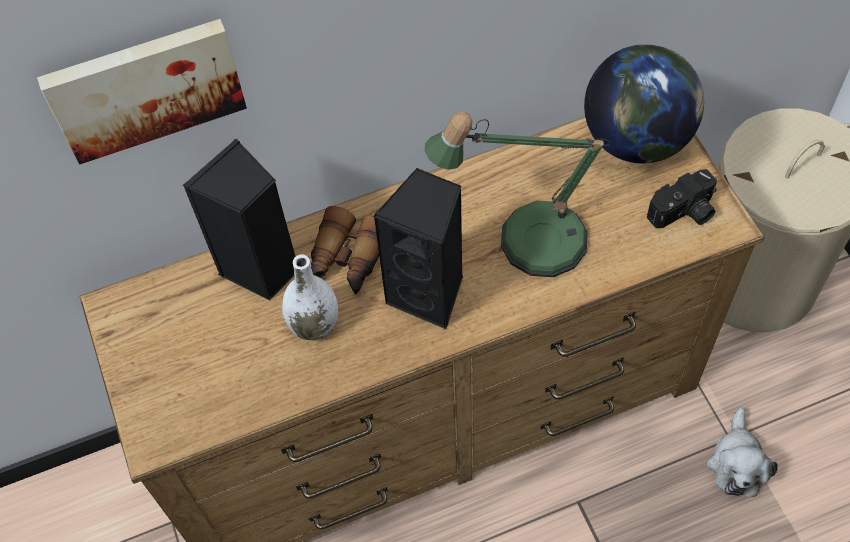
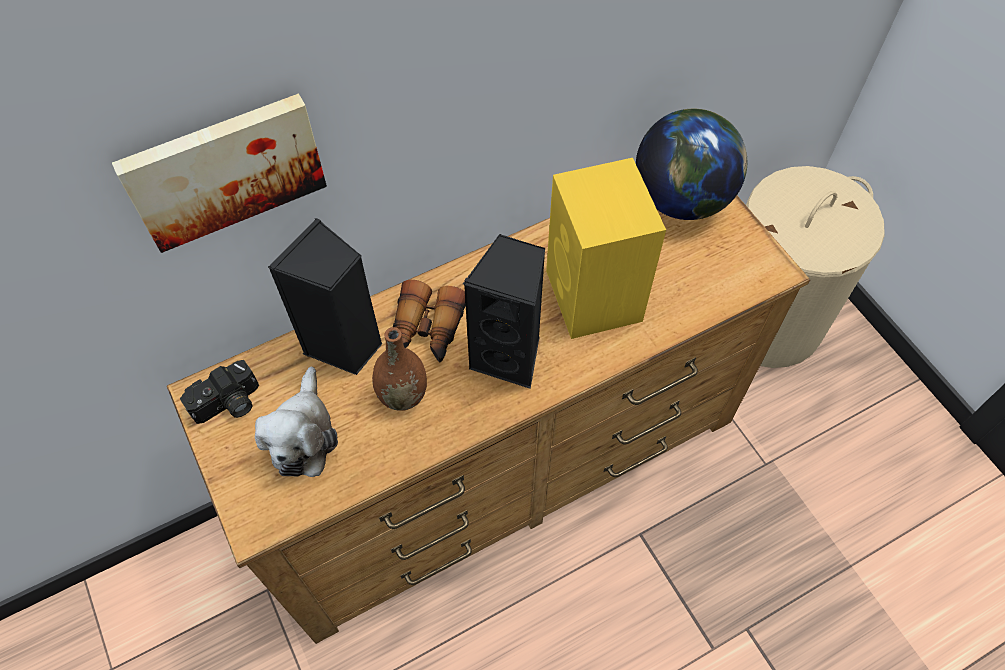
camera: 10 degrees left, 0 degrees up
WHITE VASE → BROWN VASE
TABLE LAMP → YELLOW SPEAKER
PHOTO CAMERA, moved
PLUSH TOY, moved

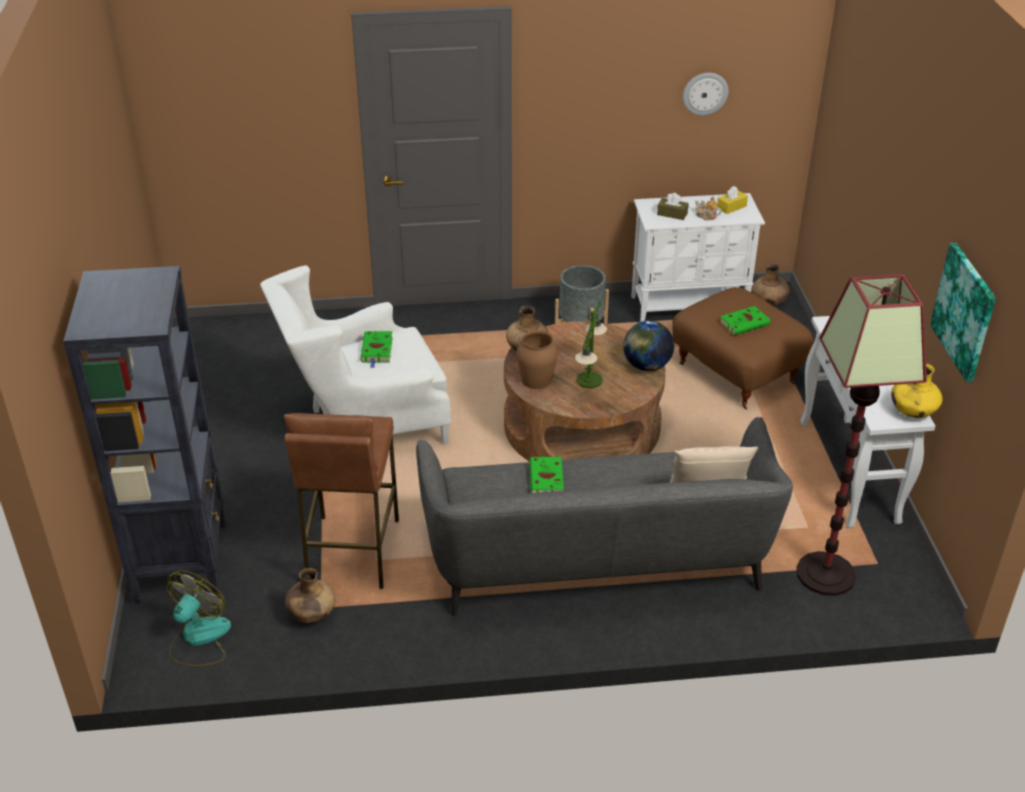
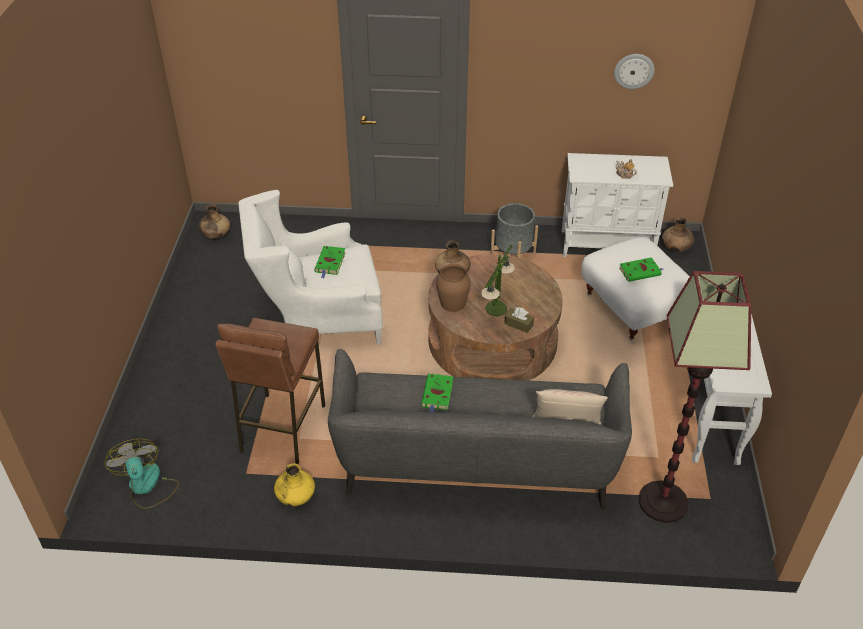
camera: 10 degrees right, 5 degrees up
BLACK BOOKCASE → -
FAN, 60 degrees counterclockwise
BROWN VASE (1st from left), moved
GLOBE → -
BROWN TISSUE BOX, moved
BROWN OTTOMAN → WHITE OTTOMAN
YELLOW TISSUE BOX → -
YELLOW VASE, moved
PICTURE → -

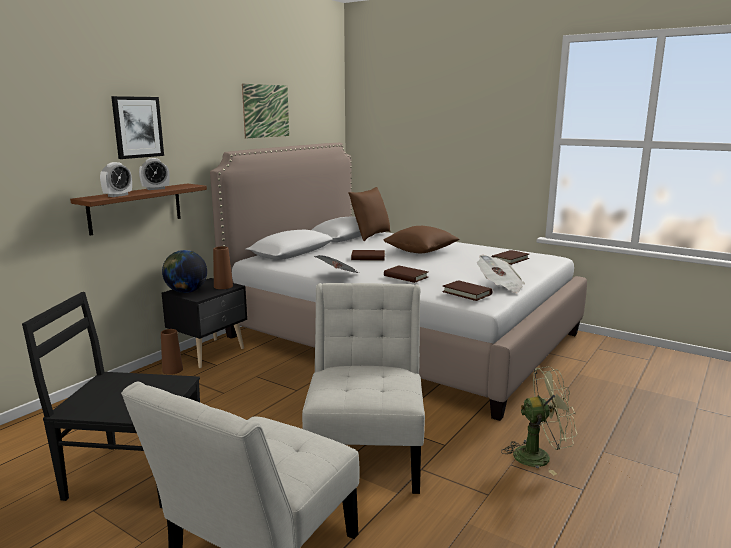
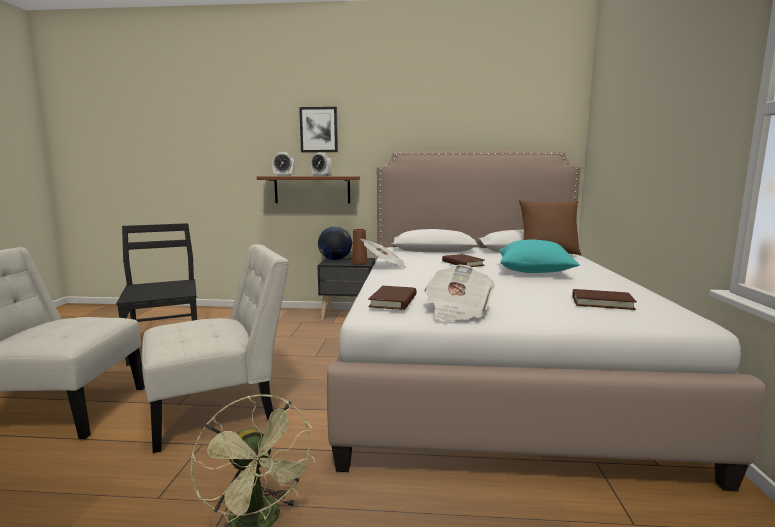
camera: 60 degrees right, 5 degrees down
BROWN VASE (1st from left) → -
PICTURE (2nd from left) → -
BROWN PILLOW (2nd from left) → TURQUOISE PILLOW
BROWN BOOK (2nd from left) → -

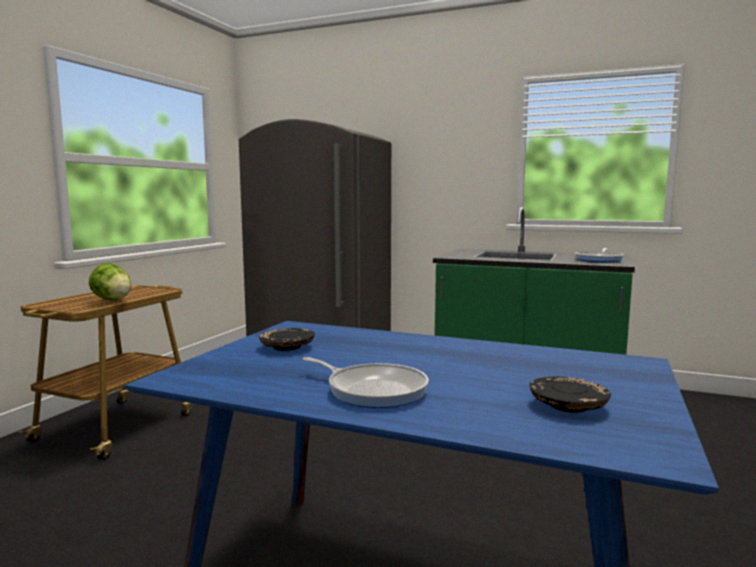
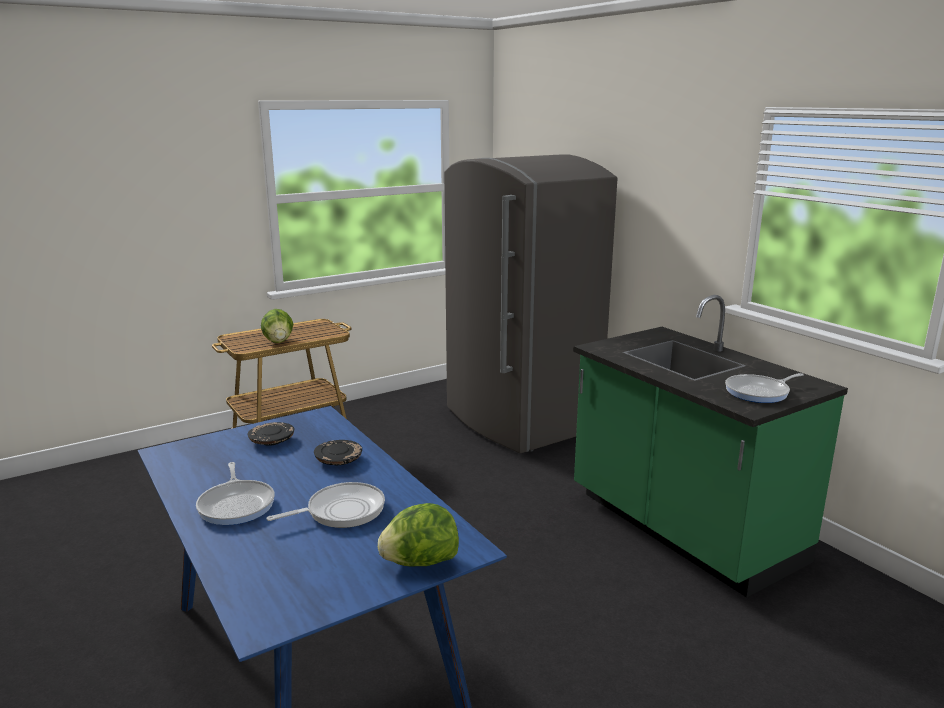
camera: 35 degrees right, 10 degrees up
BLACK PLATE (2nd from left), moved
- → FRYING PAN (2nd from left)
- → LETTUCE (2nd from left)

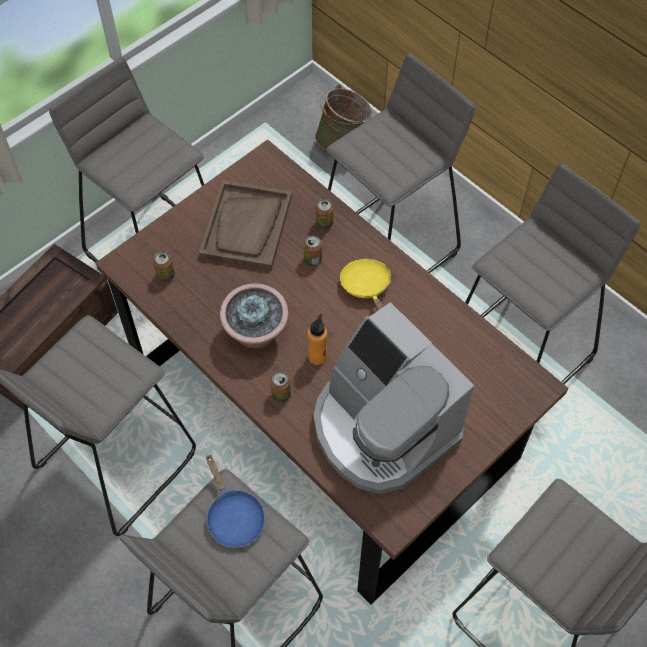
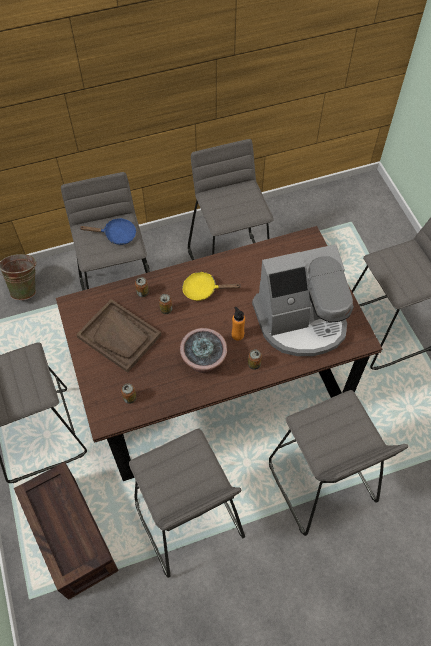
camera: 65 degrees left, 0 degrees up
BLUE FRYING PAN, moved

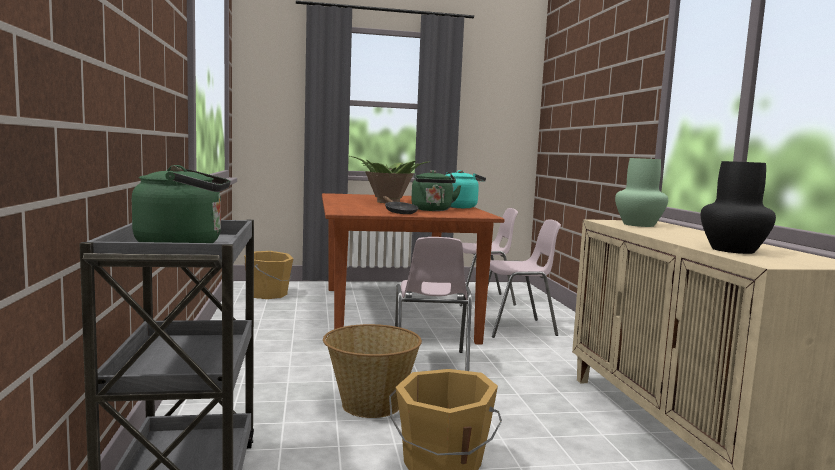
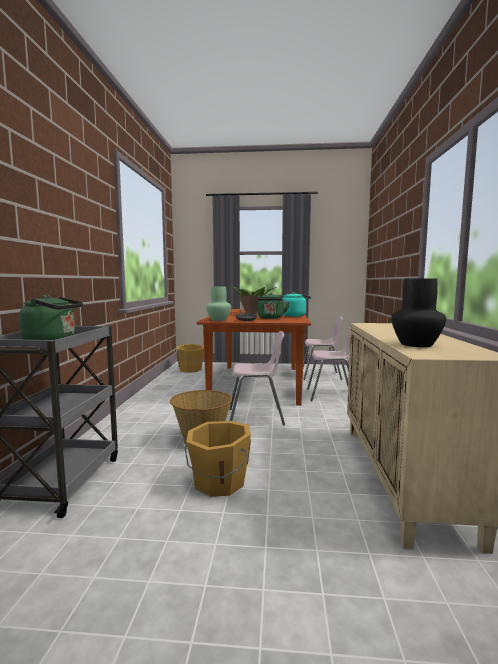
camera: 15 degrees right, 0 degrees up
PINK CHAIR (1st from left), 105 degrees counterclockwise
GREEN VASE, moved

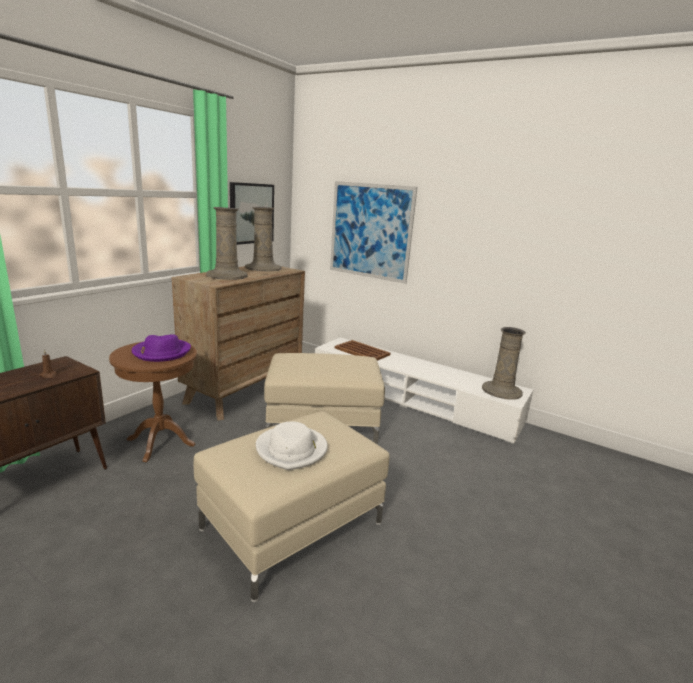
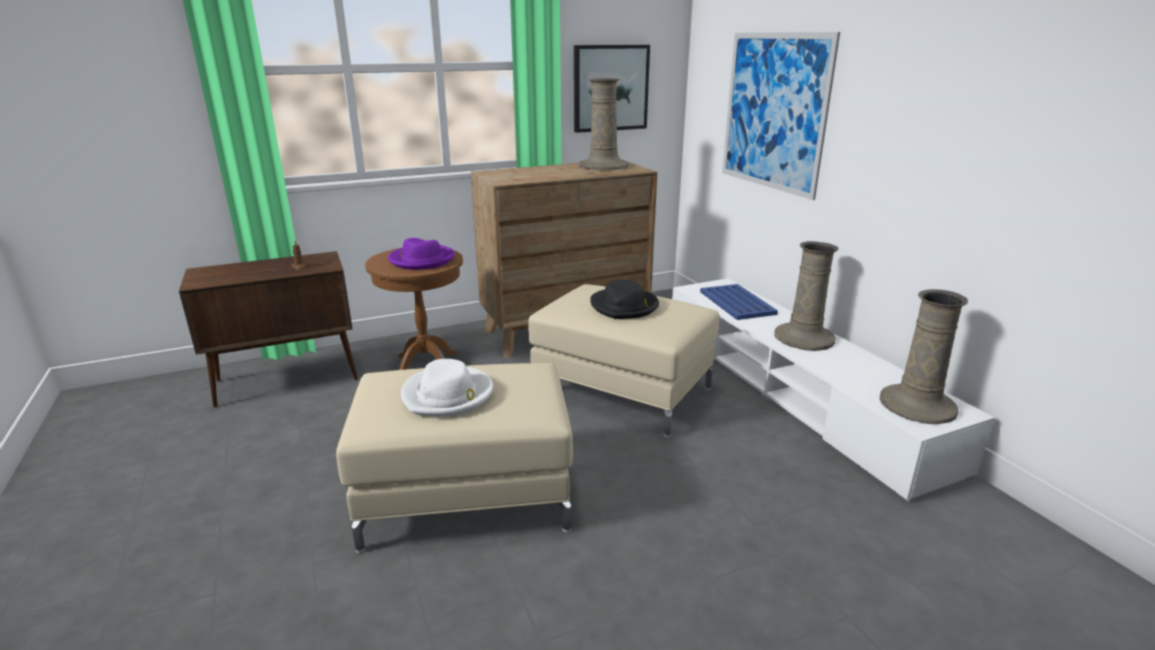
camera: 35 degrees right, 5 degrees up
BEIGE VASE (1st from left in the first image) → BEIGE VASE (2nd from left), moved
BROWN TRAY → BLUE TRAY
- → BLACK HAT

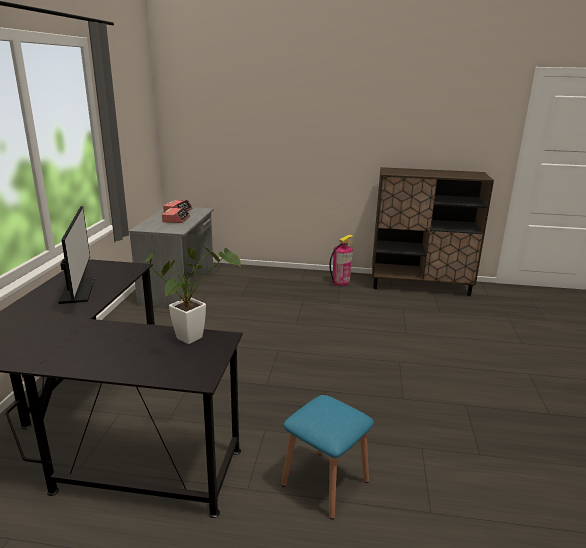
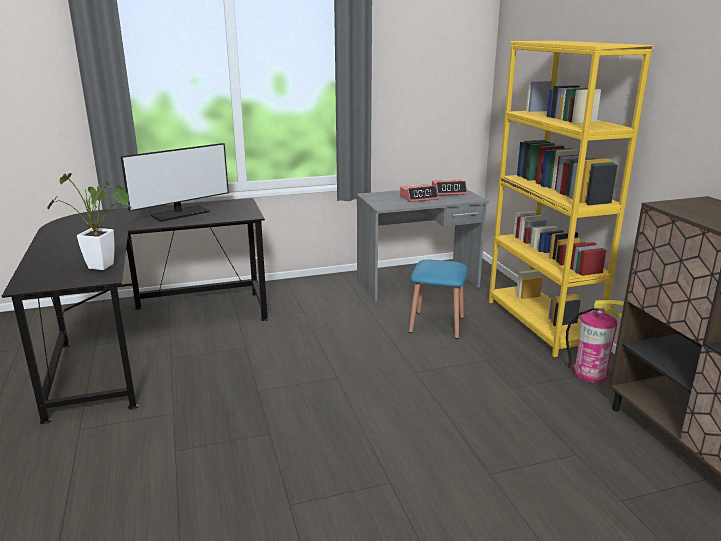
camera: 65 degrees right, 0 degrees up
BLUE STOOL, moved
- → YELLOW BOOKCASE

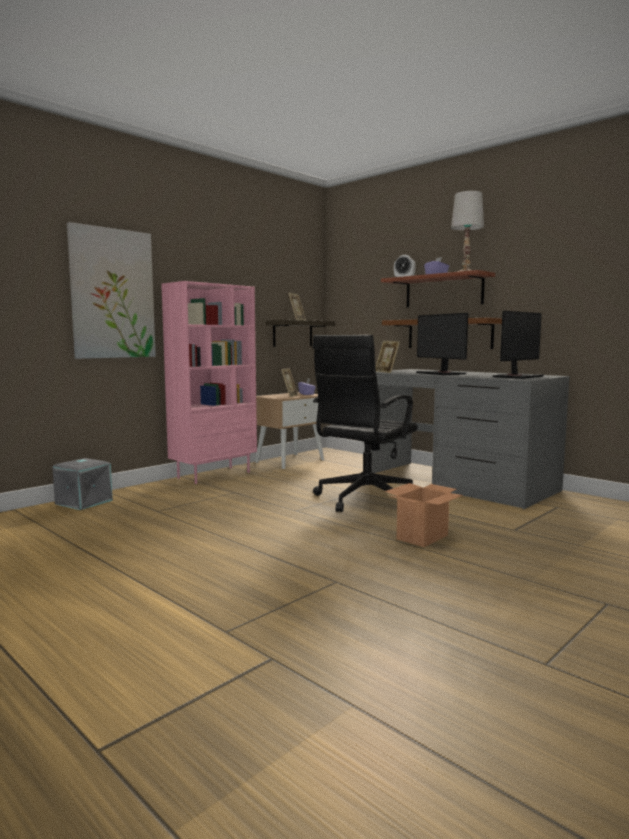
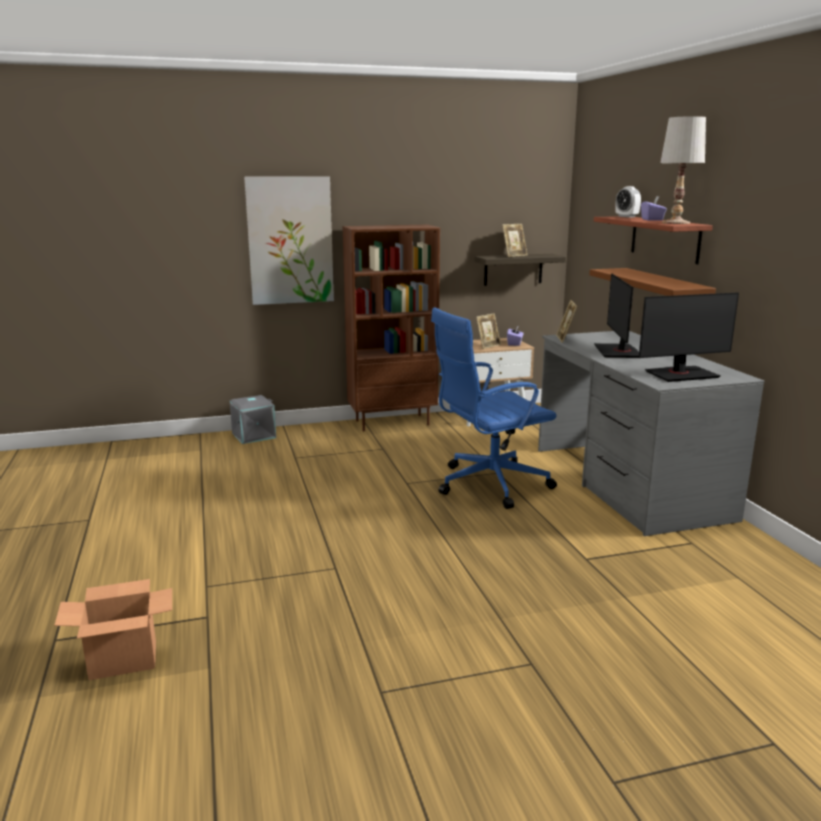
camera: 30 degrees right, 10 degrees up
PINK BOOKCASE → BROWN BOOKCASE
BLACK OFFICE CHAIR → BLUE OFFICE CHAIR
CARDBOARD BOX, moved

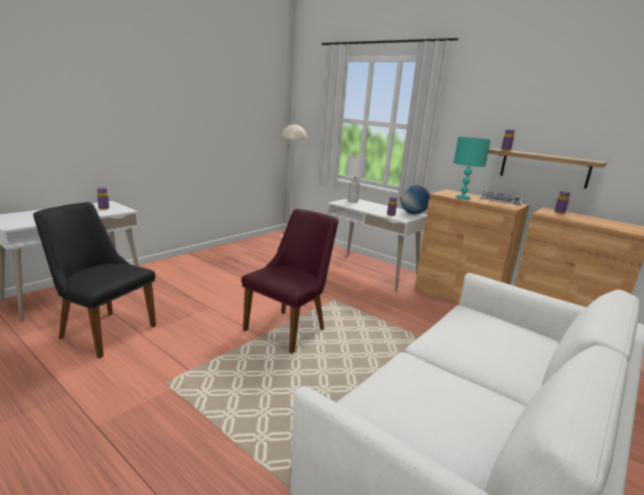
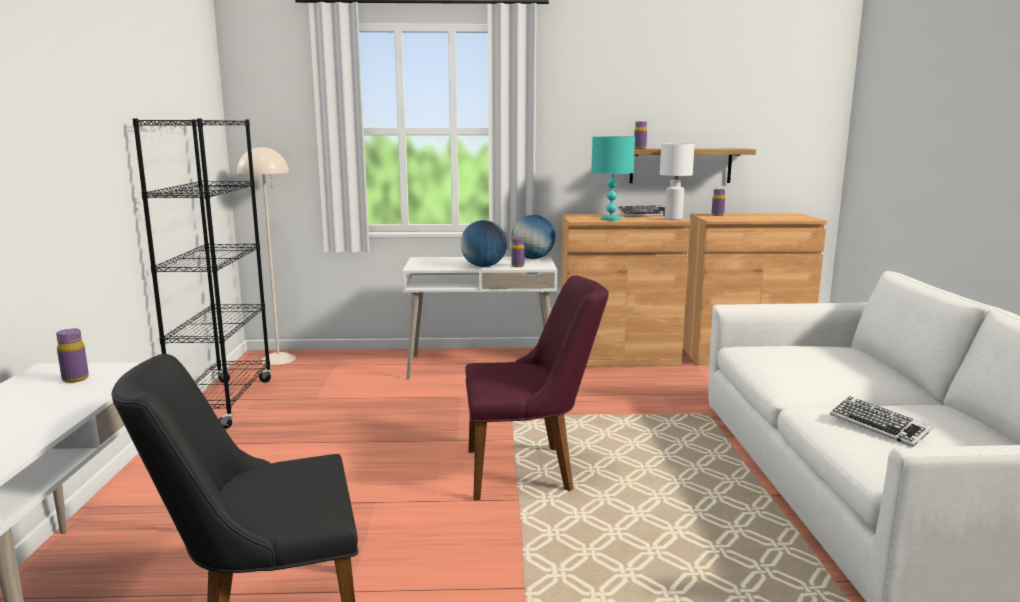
camera: 40 degrees left, 5 degrees down
PURPLE CHAIR, 90 degrees clockwise
WHITE TABLE LAMP, moved
- → BLACK BOOKCASE
- → GLOBE (1st from left)
- → KEYBOARD (2nd from left)

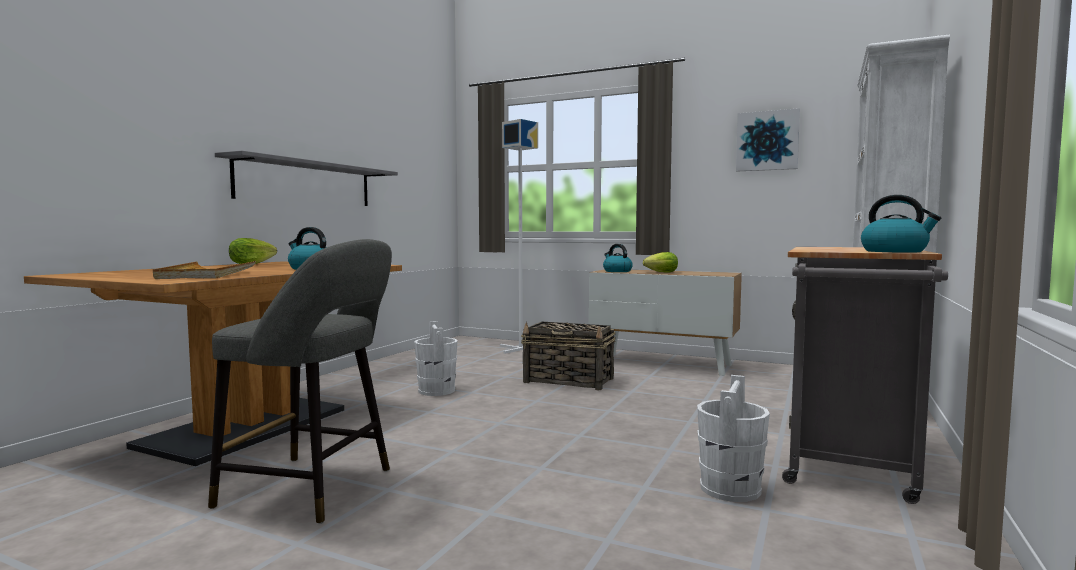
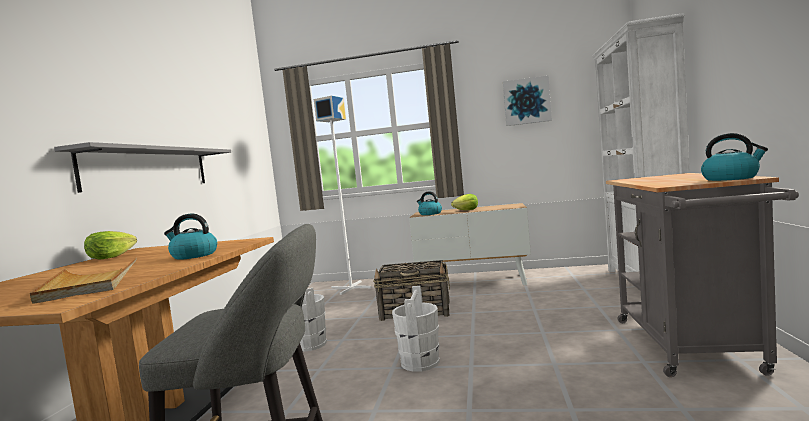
camera: 15 degrees left, 0 degrees up
WHITE BUCKET (2nd from left), moved

